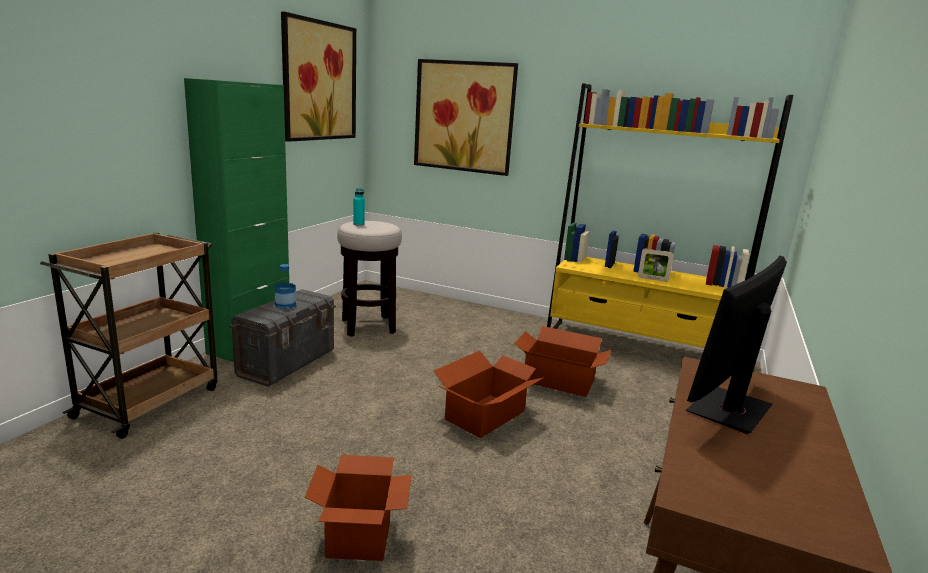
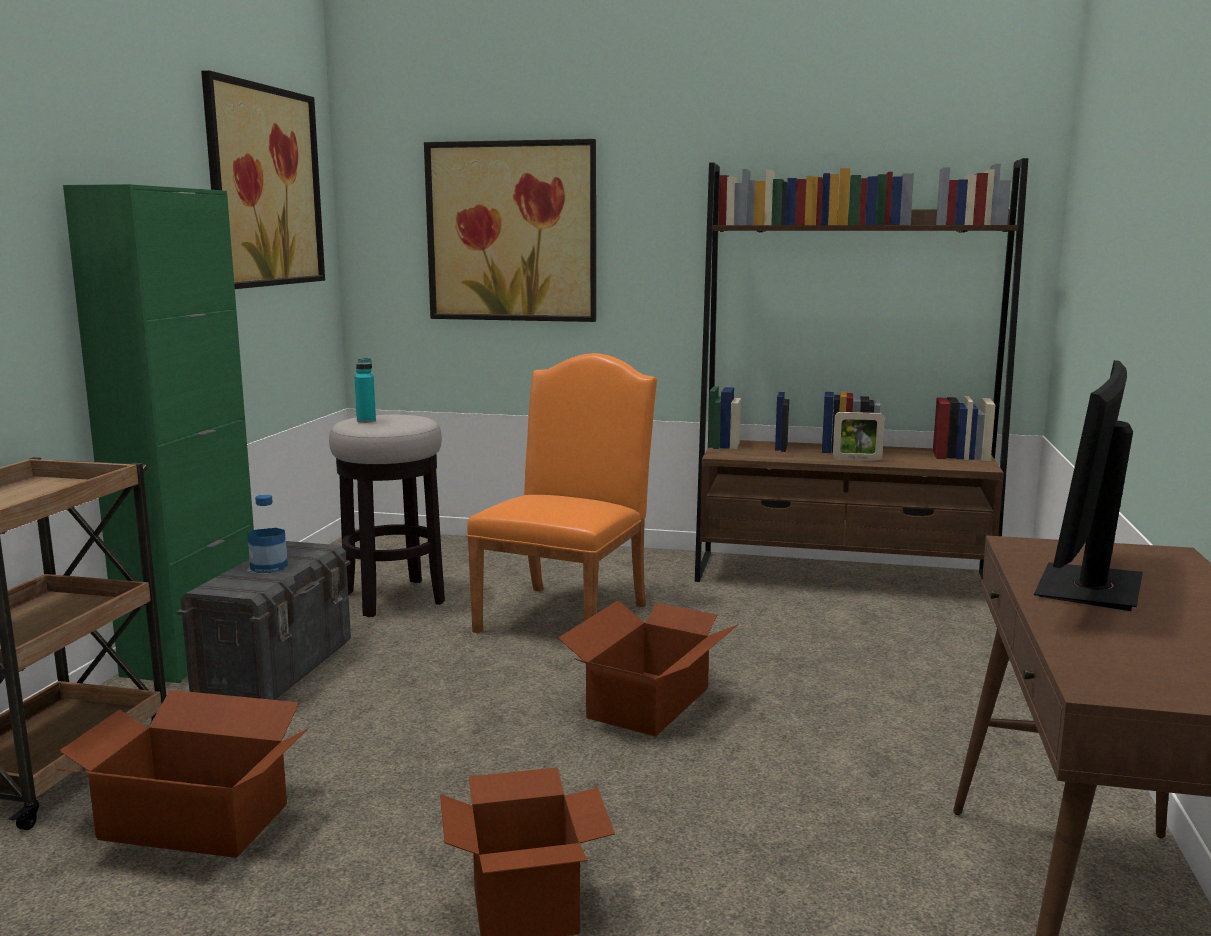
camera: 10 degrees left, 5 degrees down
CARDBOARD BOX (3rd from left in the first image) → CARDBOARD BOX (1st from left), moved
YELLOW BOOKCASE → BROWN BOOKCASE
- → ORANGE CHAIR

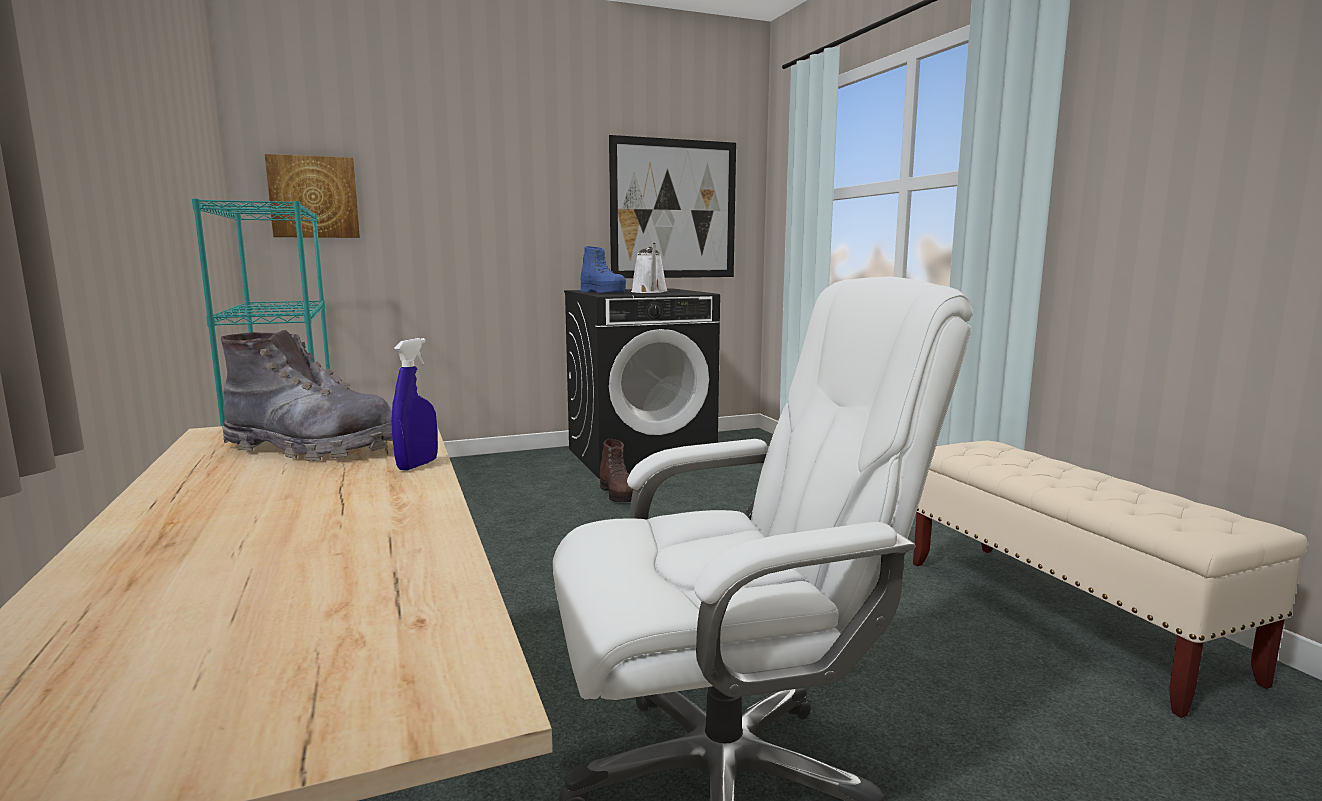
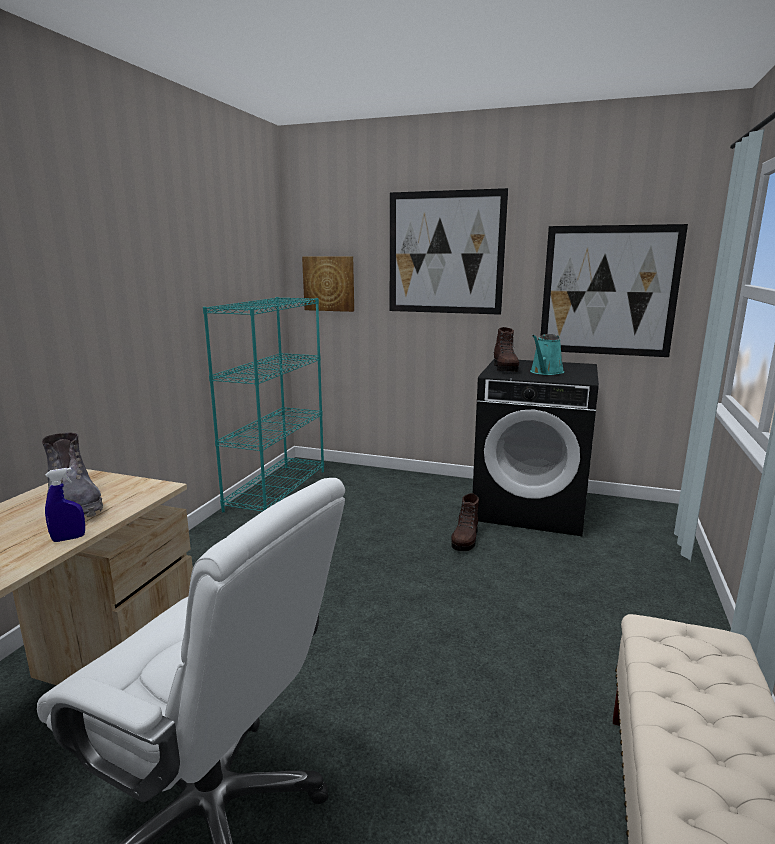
camera: 40 degrees right, 5 degrees up
BLUE BOOT → BROWN BOOT (2nd from left)
WHITE WATERING CAN → TURQUOISE WATERING CAN
- → PICTURE (2nd from left)

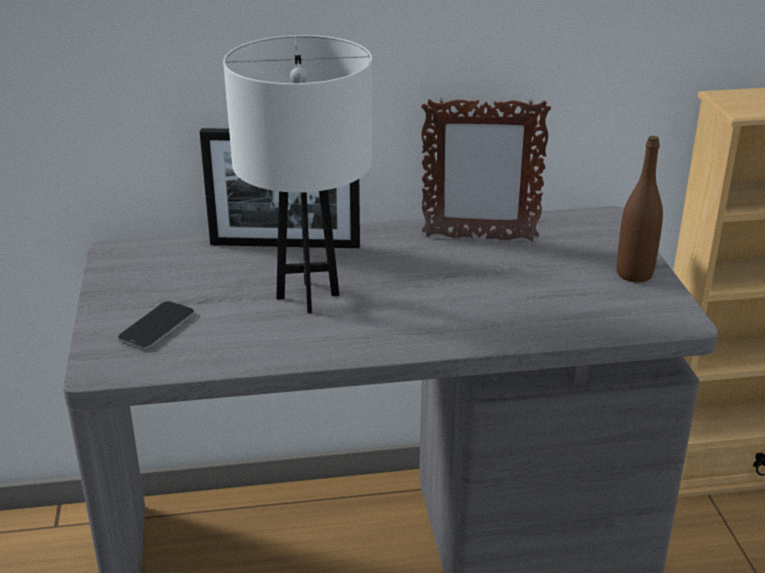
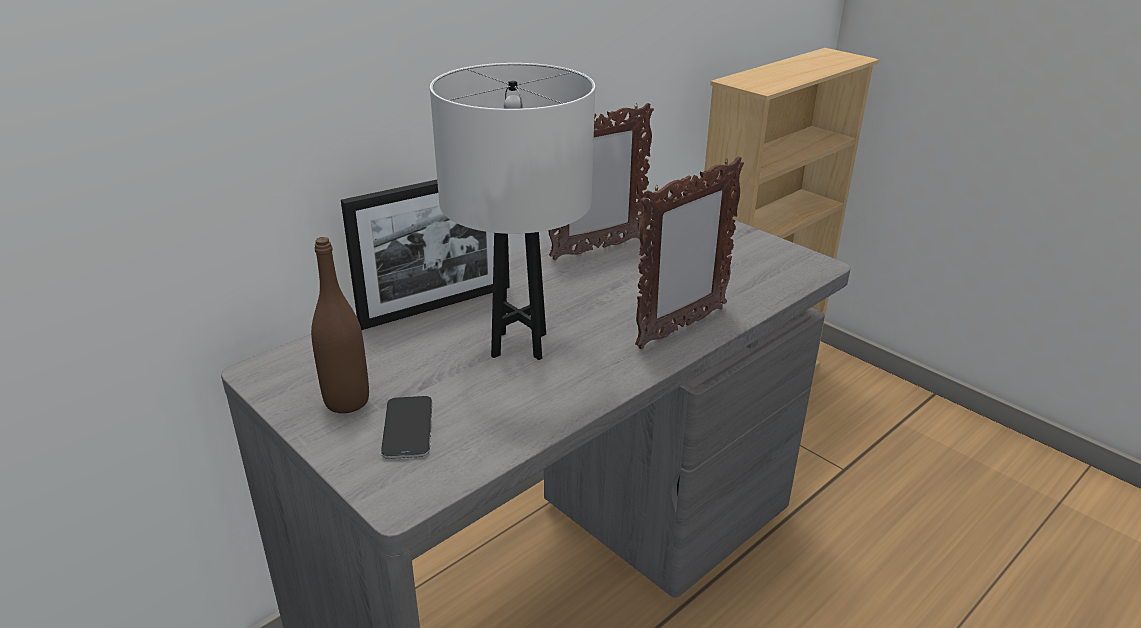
camera: 35 degrees left, 0 degrees up
BROWN BOTTLE, moved
- → PICTURE FRAME (3rd from left)

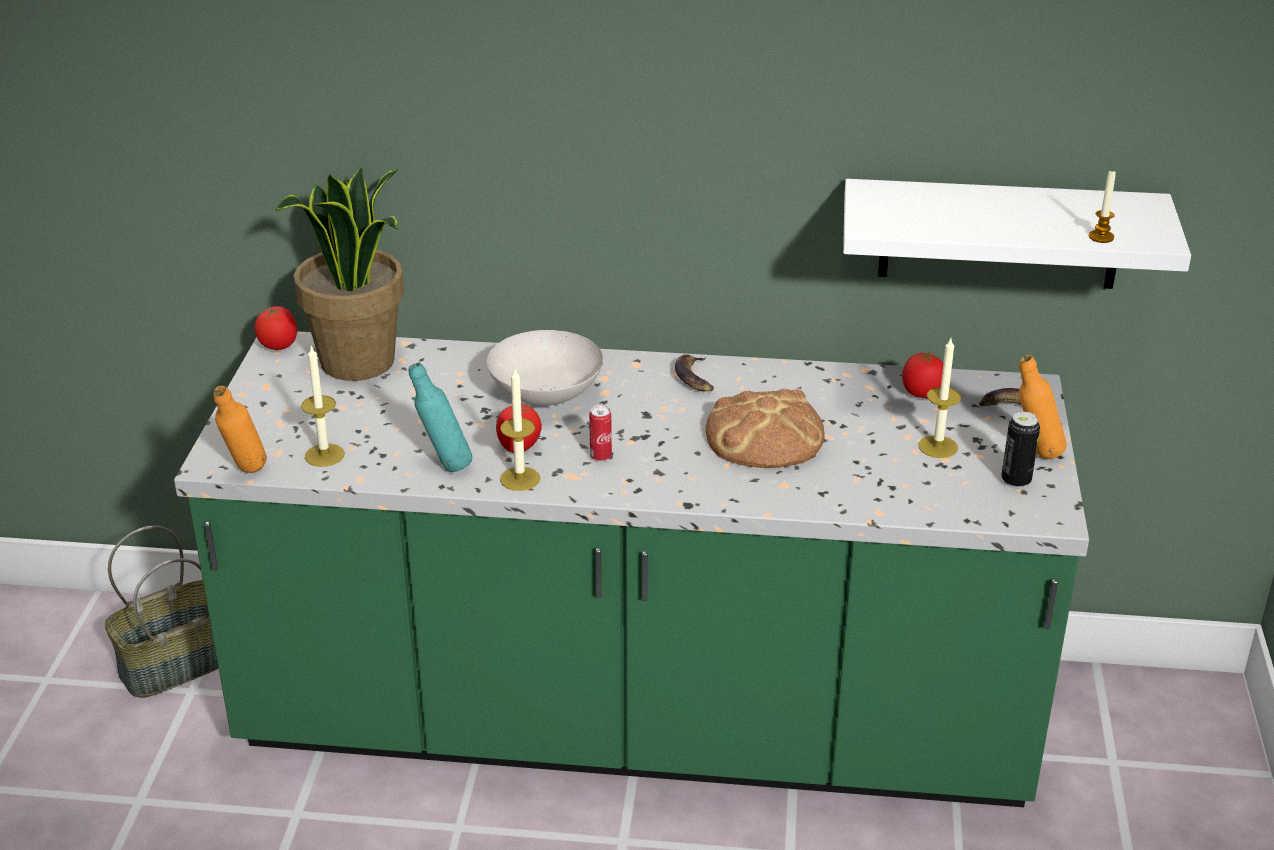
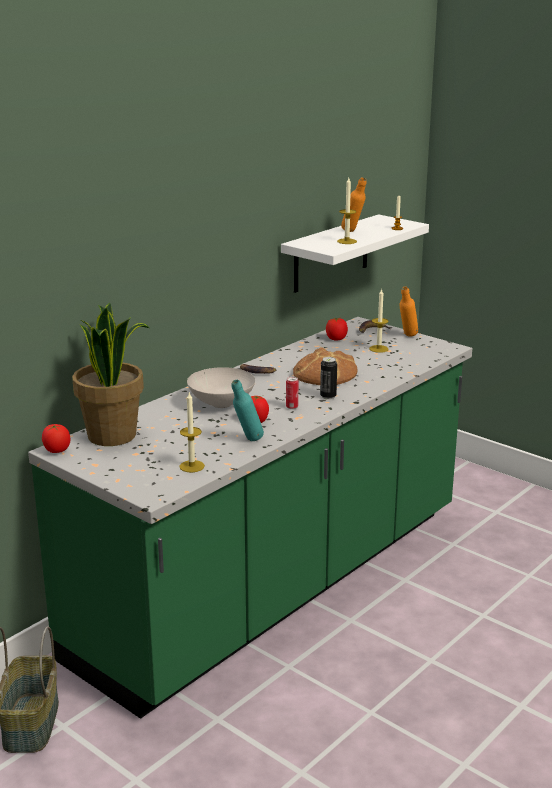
camera: 55 degrees left, 10 degrees down
ORANGE BOTTLE (1st from left), moved
CANDLE (2nd from left), moved
CAN (2nd from left), moved

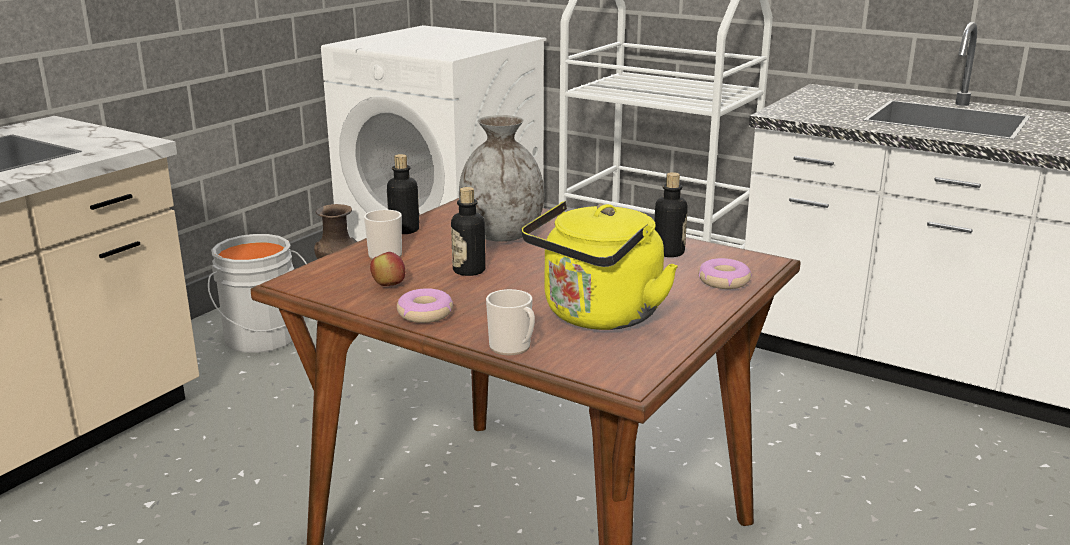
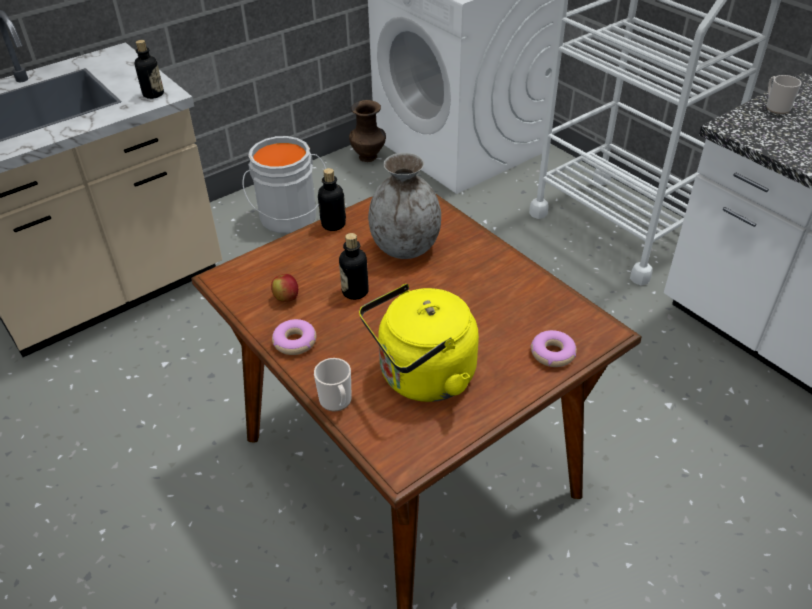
camera: 20 degrees right, 20 degrees up
MUG (1st from left in the first image) → MUG (2nd from left), moved
BOTTLE (3rd from left in the first image) → BOTTLE (1st from left), moved

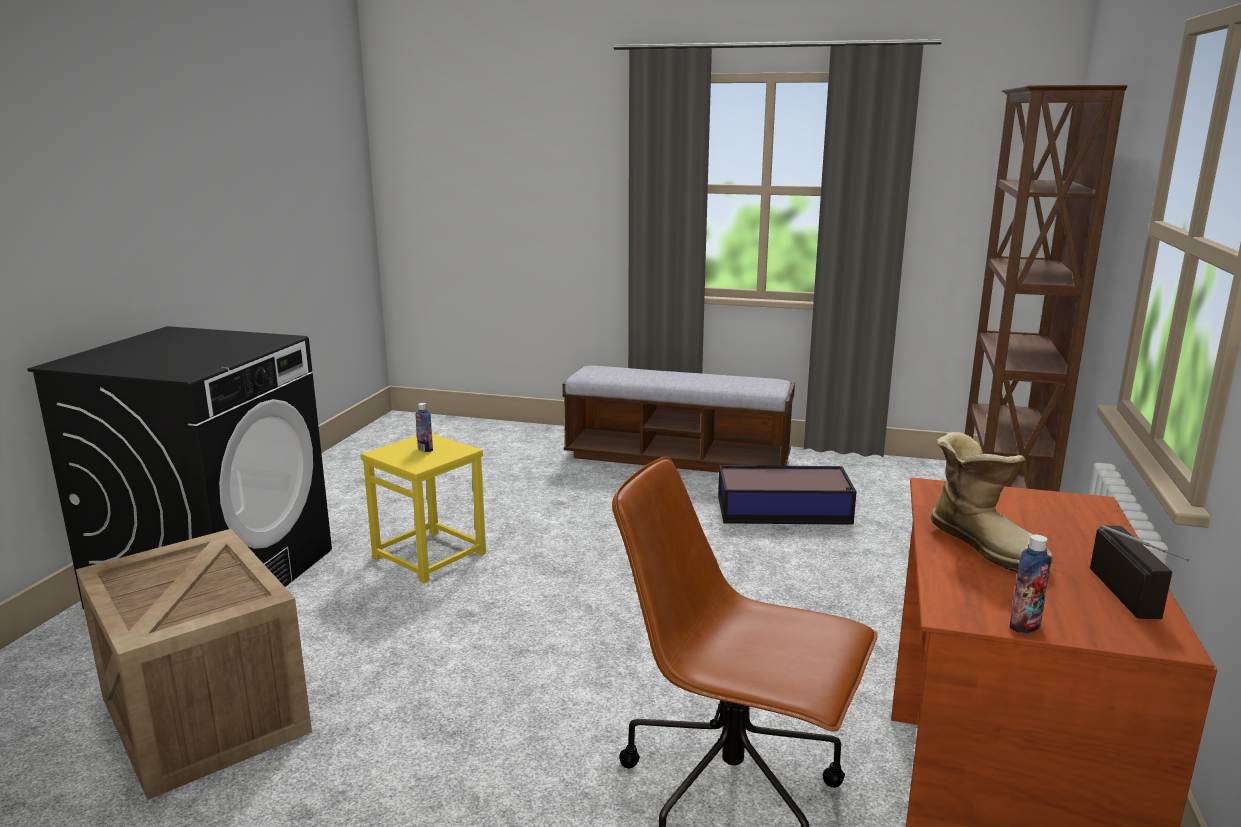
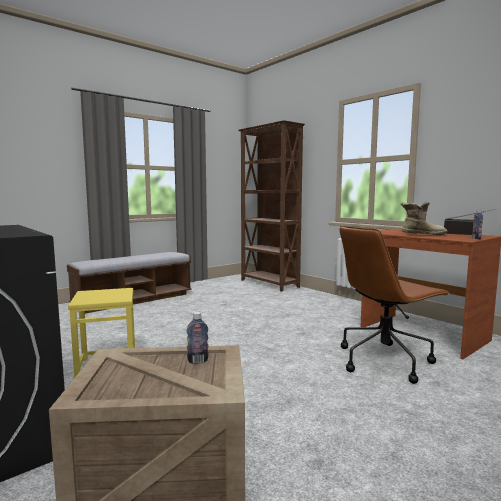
camera: 55 degrees left, 10 degrees down
BOTTLE (1st from left), moved
STORAGE BOX → -

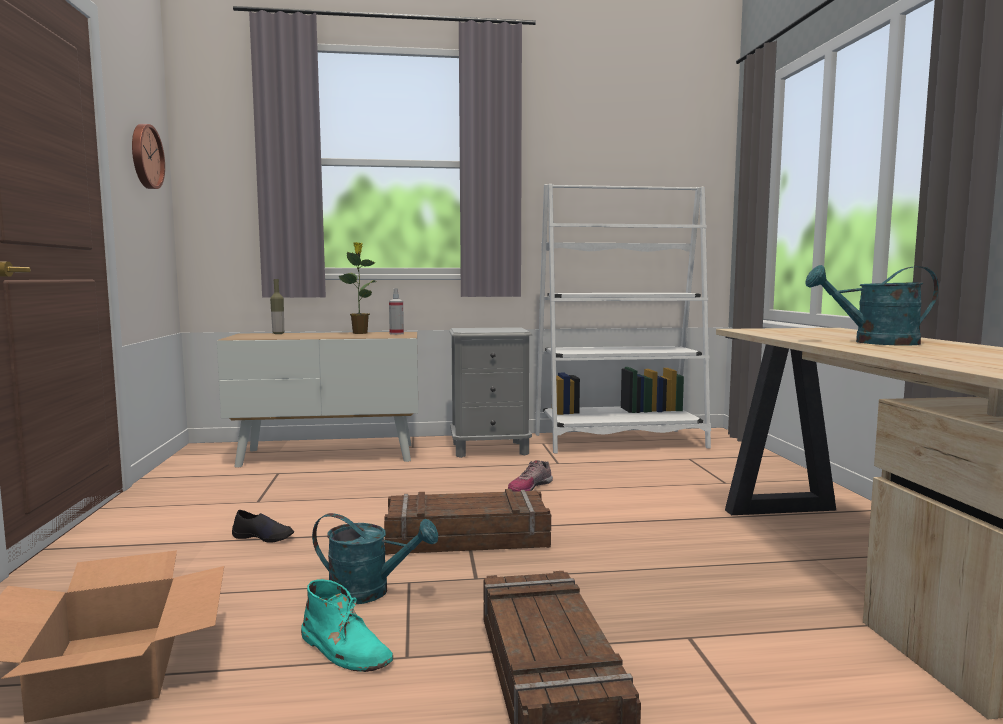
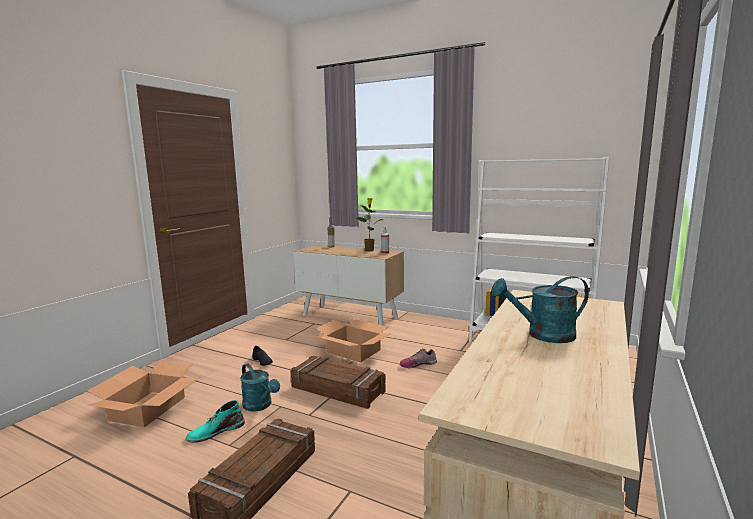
camera: 35 degrees right, 5 degrees up
WALL CLOCK → -
TURQUOISE BOOT, 75 degrees clockwise
GREY NIGHTSTAND → -
TURQUOISE WATERING CAN (2nd from left), 45 degrees counterclockwise
- → CARDBOARD BOX (2nd from left)

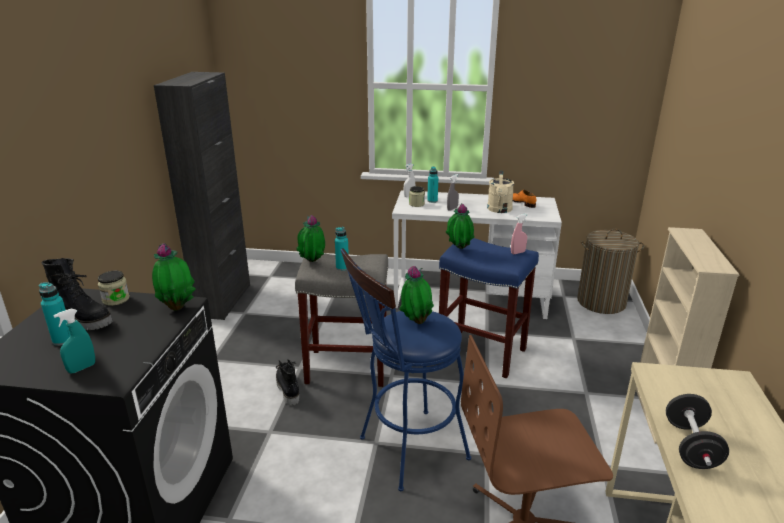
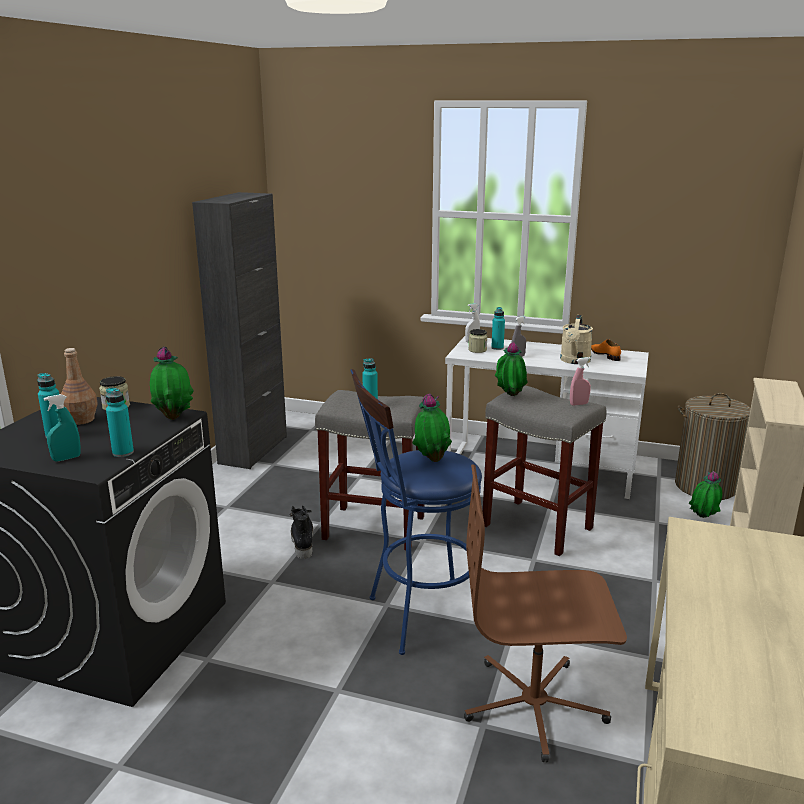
camera: 10 degrees right, 5 degrees down
BLACK BOOT (1st from left) → BROWN BOTTLE
POTTED PLANT (2nd from left in the first image) → POTTED PLANT (4th from left), moved
BLUE STOOL (2nd from left) → GREY STOOL (2nd from left)
BLACK DUMBBELL → -
- → TURQUOISE BOTTLE (2nd from left)

